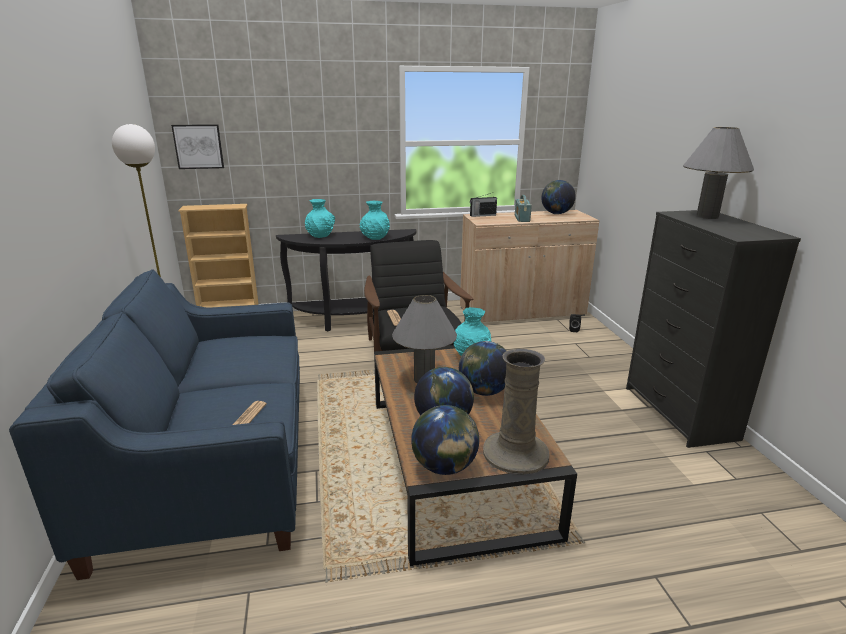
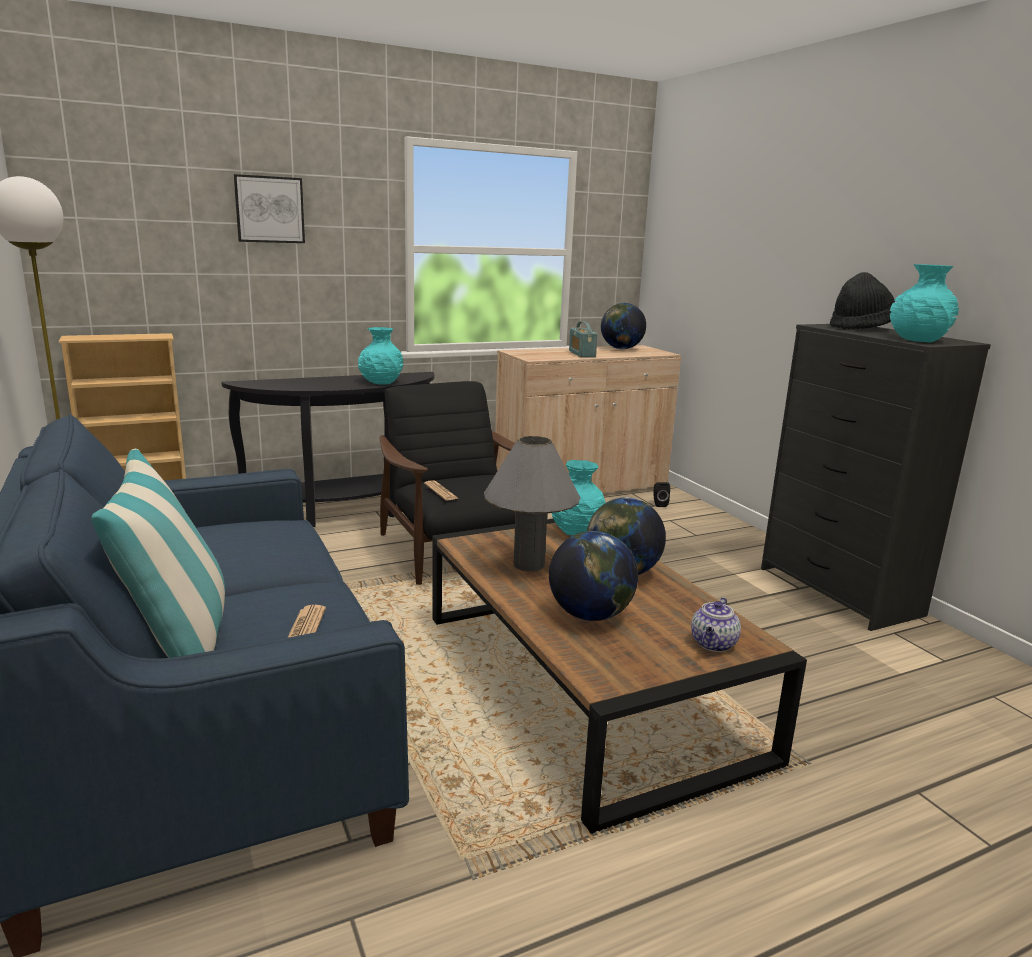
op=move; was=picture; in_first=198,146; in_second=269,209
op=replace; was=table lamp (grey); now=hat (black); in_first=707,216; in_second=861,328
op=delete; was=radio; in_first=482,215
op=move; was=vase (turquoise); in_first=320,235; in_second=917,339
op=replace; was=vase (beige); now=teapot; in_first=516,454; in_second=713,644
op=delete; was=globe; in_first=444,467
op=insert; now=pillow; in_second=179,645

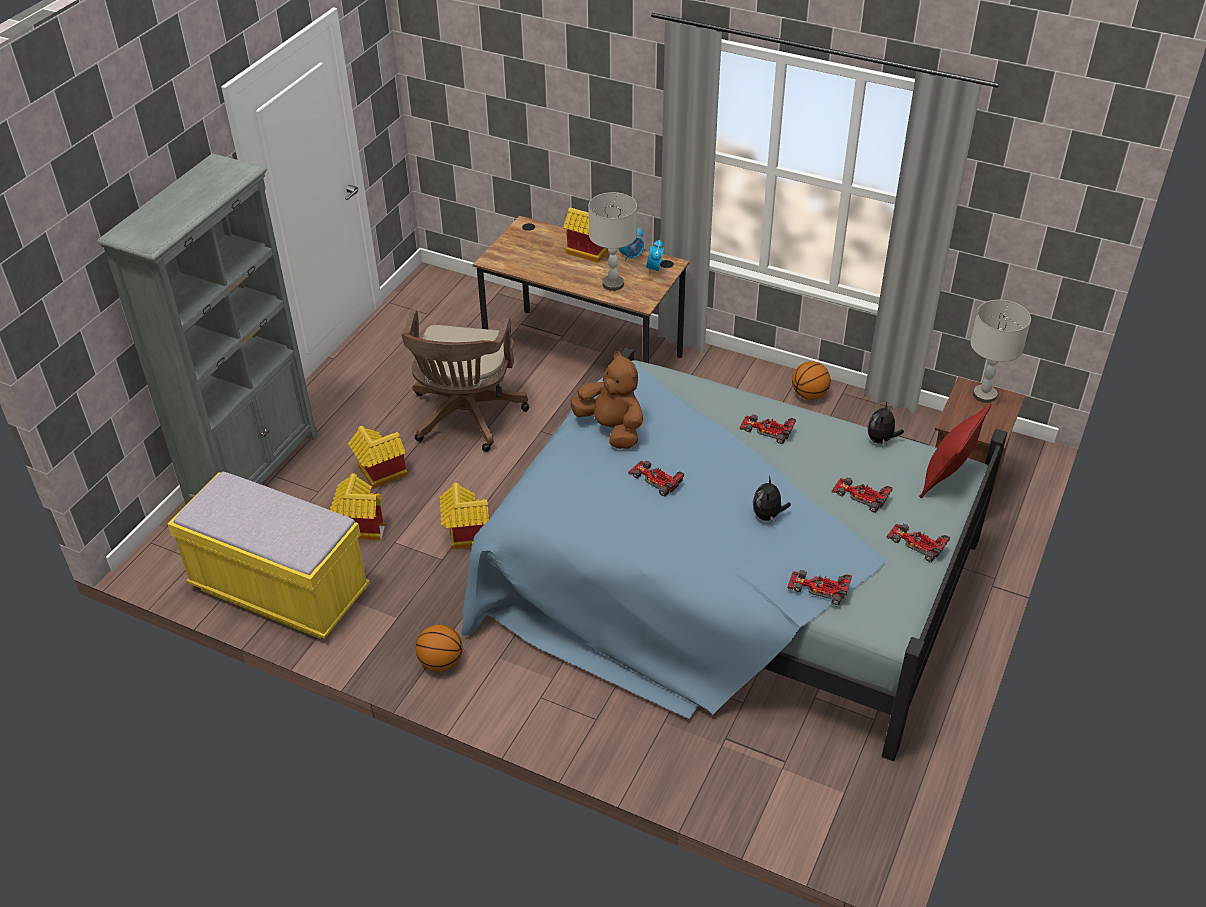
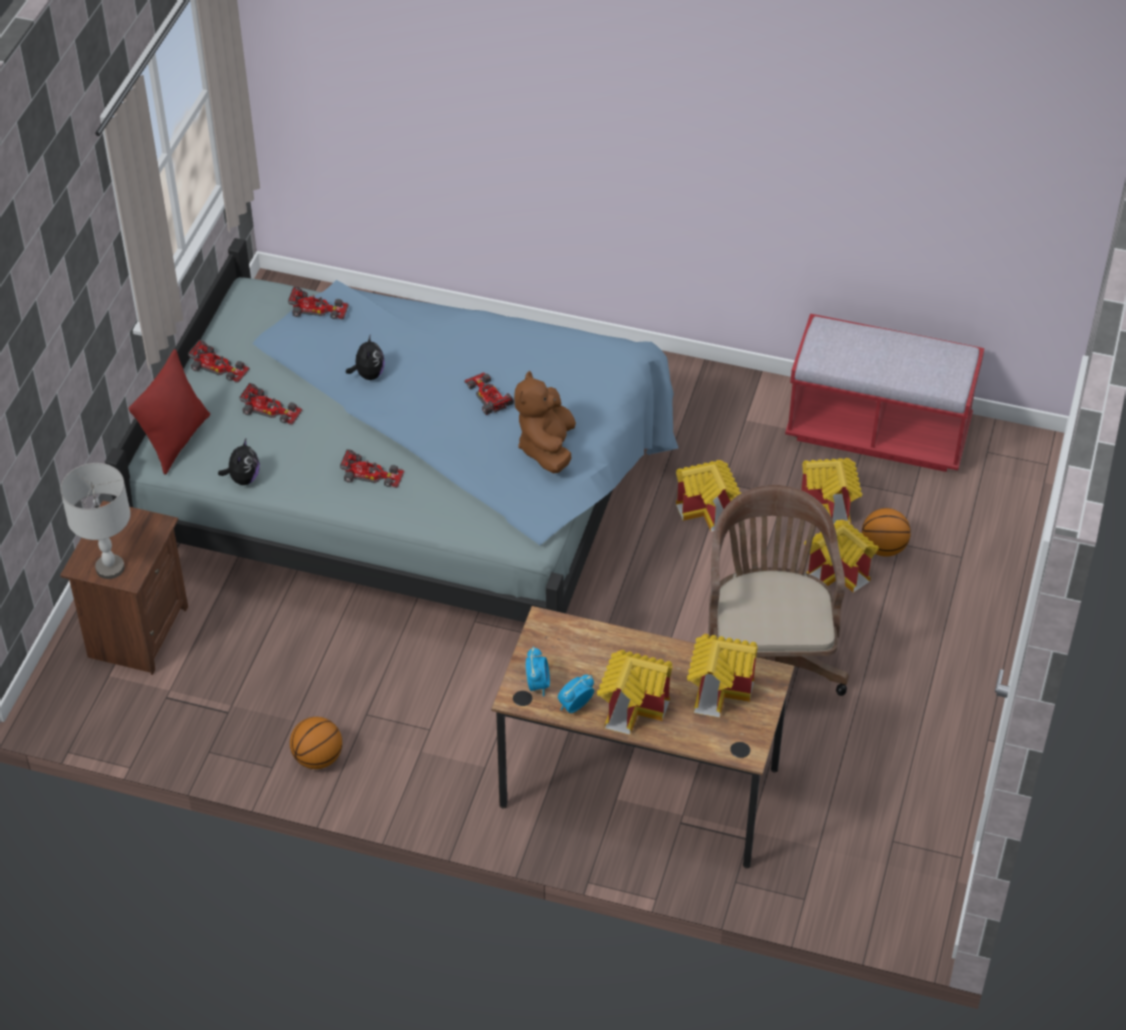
op=delete; was=bookcase (grey); in_first=254,470
op=delete; was=table lamp (grey); in_first=612,284
op=rotate; was=plush toy (brown); in_first=611,429; in_second=547,448; clockwise=60
op=rotate; was=toy car; in_first=656,479; in_second=488,395; clockwise=-150
op=recolor; was=bench (yellow); now=bench (red); in_first=280,590; in_second=878,431
op=move; was=basketball; in_first=441,662; in_second=883,548
op=insert; now=toy house; in_second=720,690

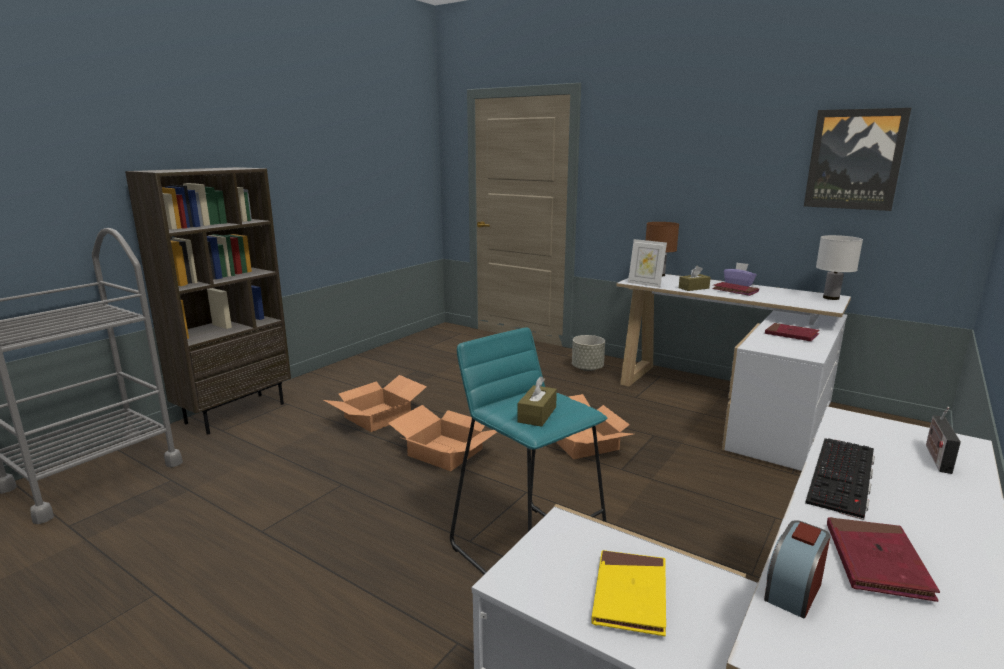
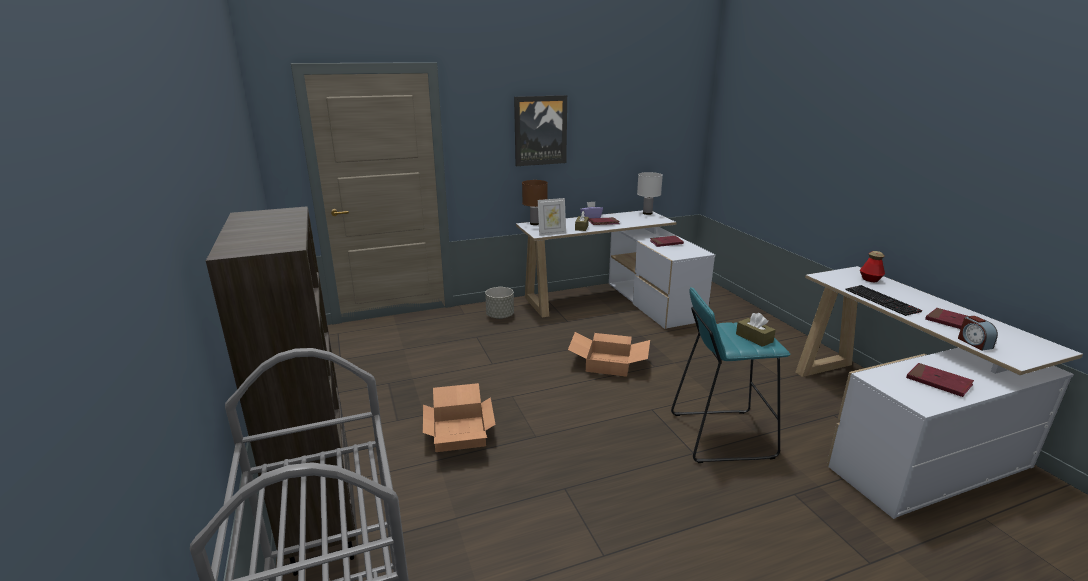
op=move; was=picture; in_first=854,159; in_second=540,130
op=delete; was=cardboard box; in_first=446,452
op=replace; was=radio; now=bottle; in_first=936,457; in_second=870,279
op=recolor; was=book (yellow); now=book (red); in_first=630,595; in_second=938,382

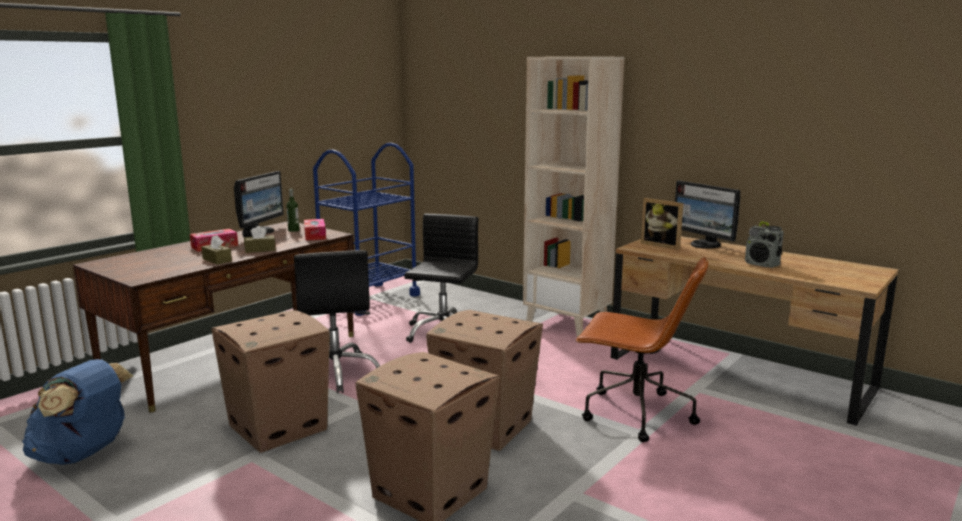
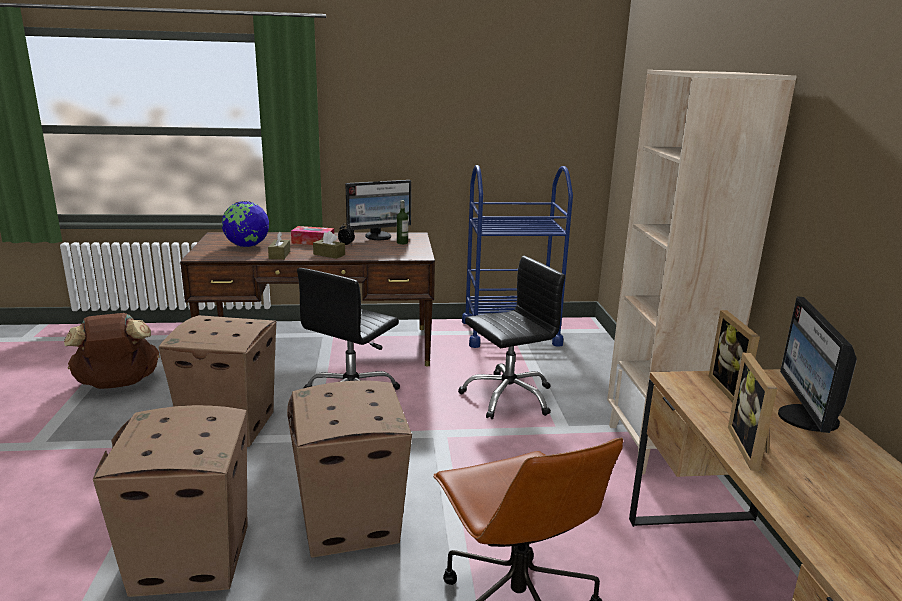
op=delete; was=tissue box; in_first=315,235
op=delete; was=radio; in_first=762,264
op=recolor; was=backpack (blue); now=backpack (brown); in_first=83,454; in_second=118,384
op=insert; now=globe; in_second=247,246
op=insert; now=picture frame; in_second=752,449

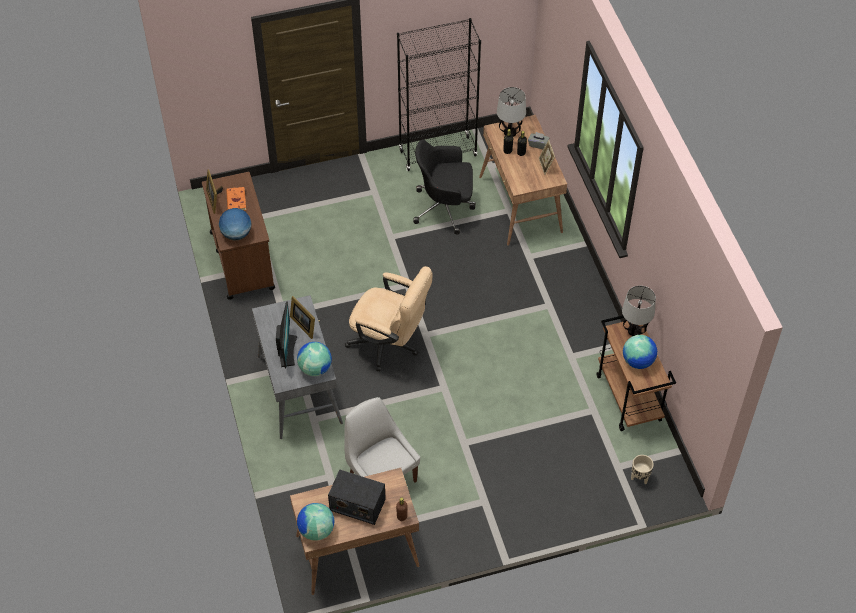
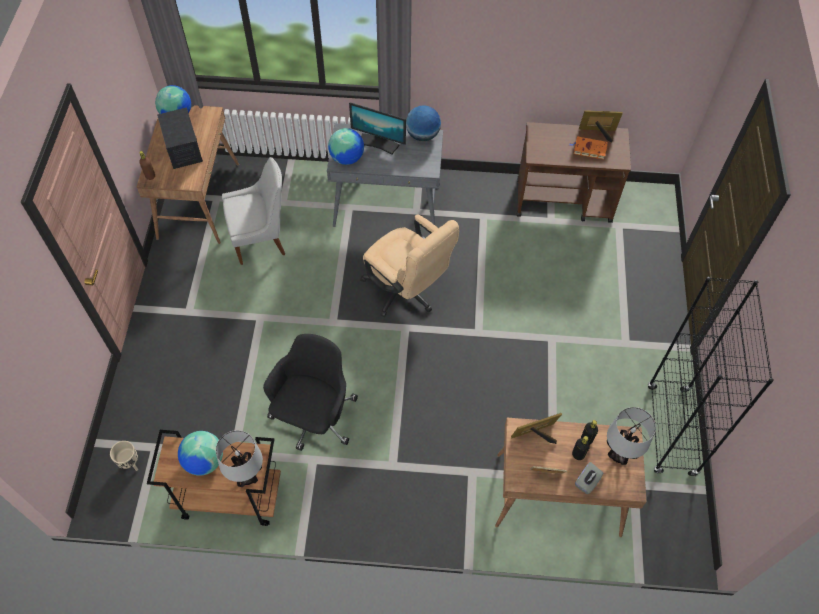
op=move; was=office chair (black); in_first=445,208; in_second=314,417
op=move; was=globe; in_first=236,234; in_second=422,135
op=rotate; was=office chair (beige); in_first=390,344; in_second=406,292; clockwise=-90
op=move; was=picture frame; in_first=304,324; in_second=536,435
op=rotate; was=radio; in_first=357,504; in_second=183,148; clockwise=120

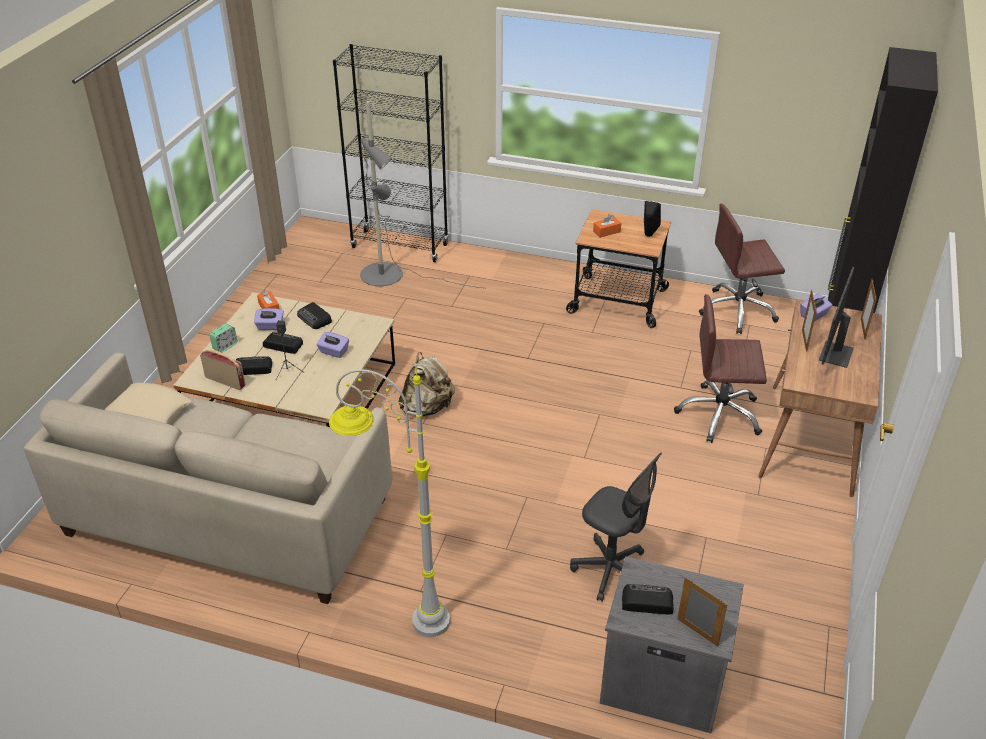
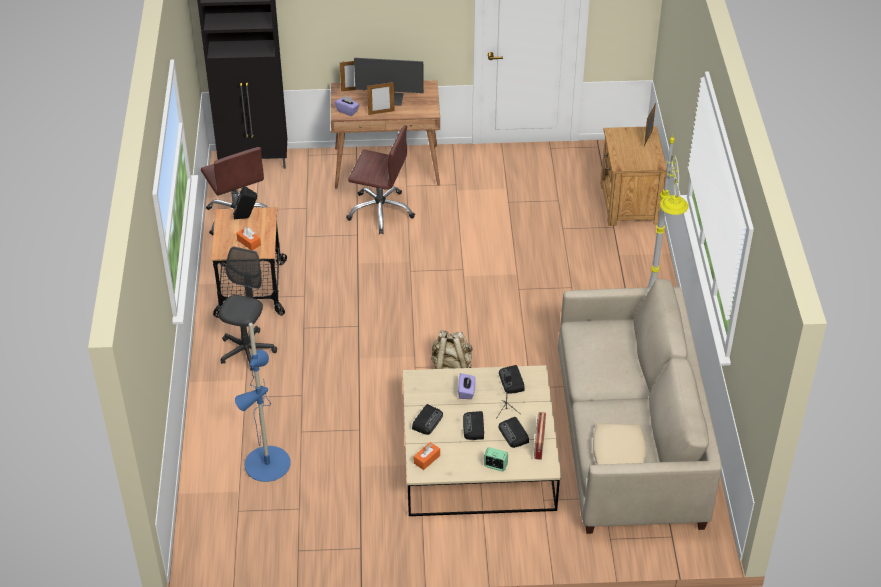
op=delete; was=bookcase (black); in_first=400,246
op=recolor; was=floor lamp (grey); now=floor lamp (blue); in_first=391,275; in_second=266,455
op=rotate; was=office chair (brown); in_first=719,415; in_second=380,211; clockwise=-60
op=delete; was=tissue box (purple); in_first=270,326
op=move; was=office chair (grey); in_first=611,571; in_second=247,351
op=recolor; was=nightstand (grey); now=nightstand (brown); in_first=661,680; in_second=629,204
op=move; was=radio; in_first=646,602; in_second=512,382

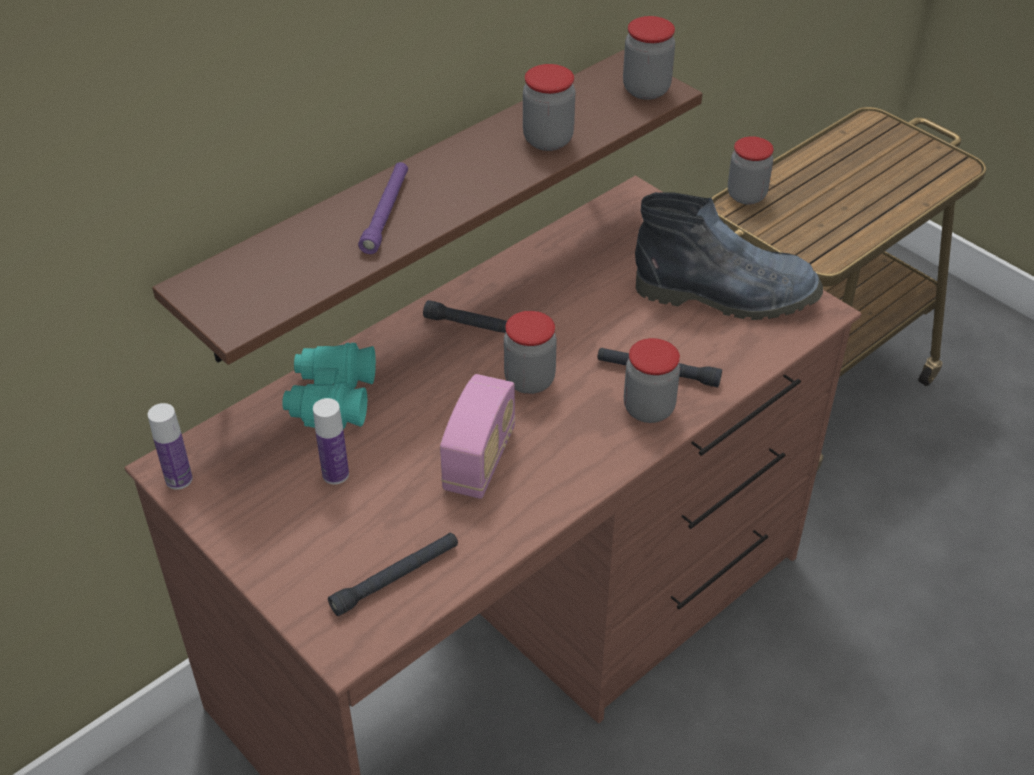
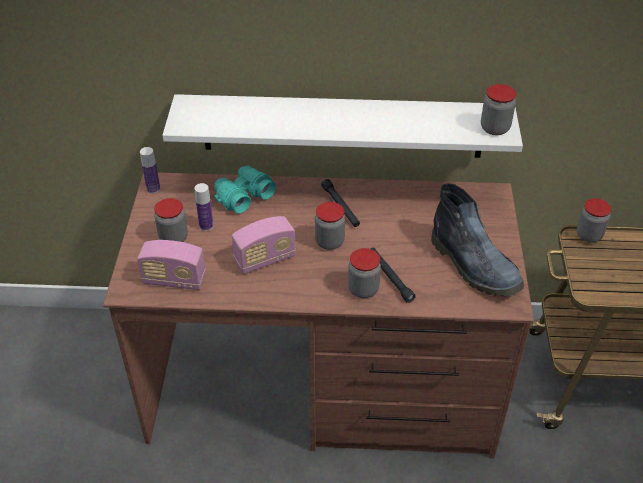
op=recolor; was=shelf (brown); now=shelf (white); in_first=415,203; in_second=342,126
op=move; was=jar; in_first=548,140; in_second=173,238
op=delete; was=flashlight (purple); in_first=386,213
op=replace; was=flashlight (black); now=radio; in_first=396,578; in_second=174,280

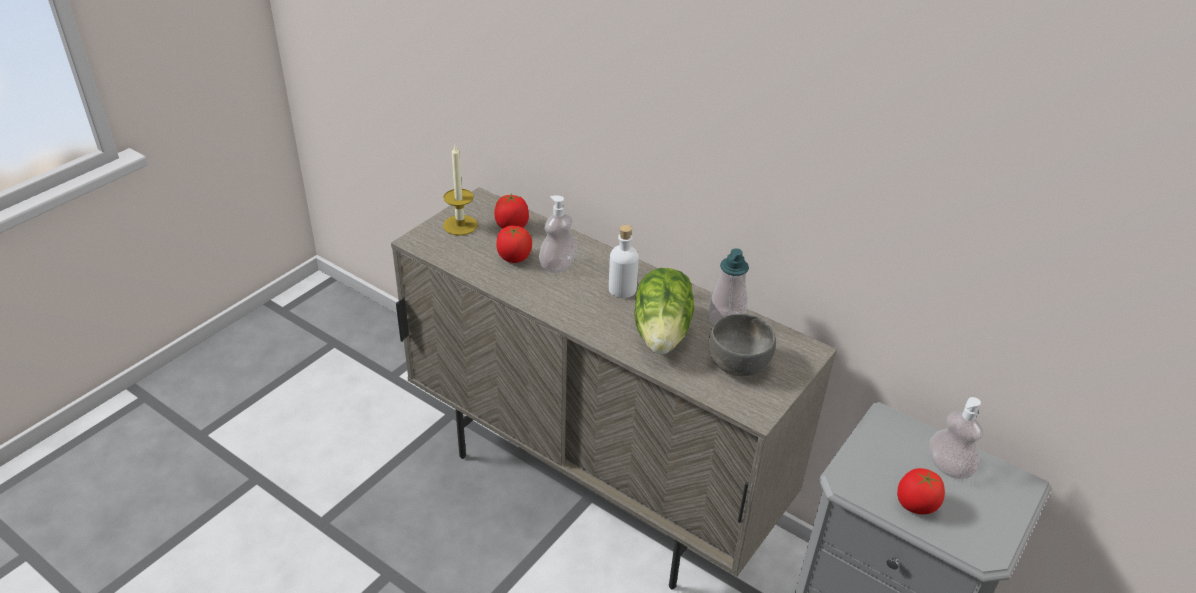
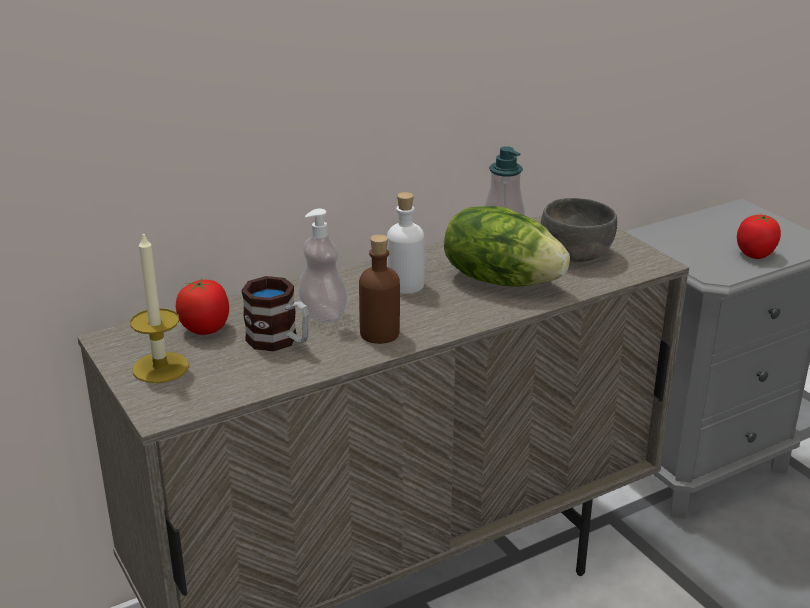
op=replace; was=tomato; now=mug; in_first=514,258; in_second=280,341
op=delete; was=soap dispenser; in_first=948,467
op=insert; now=bottle (brown); in_second=379,333

